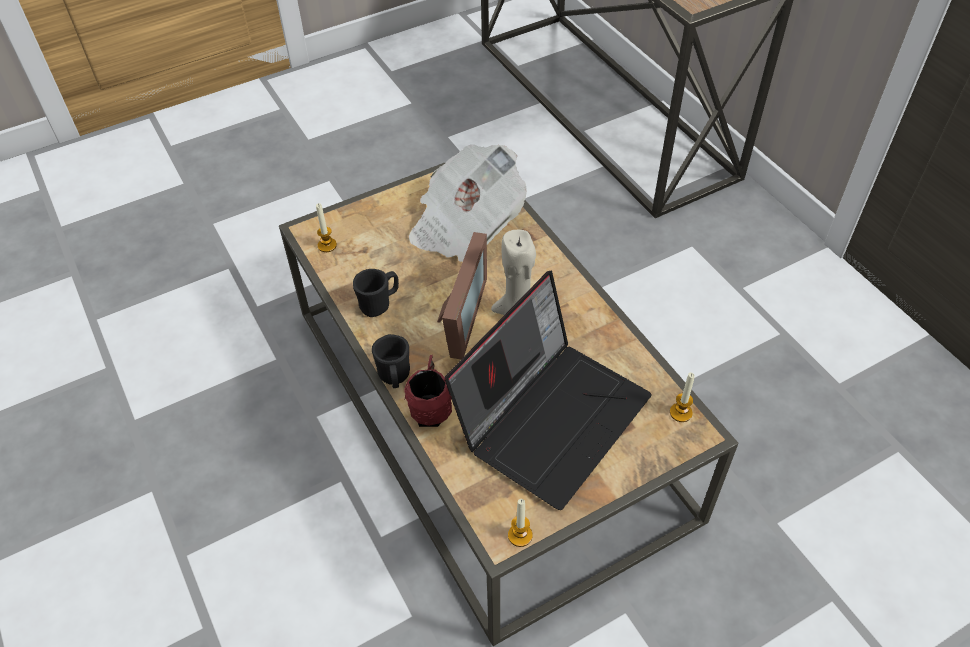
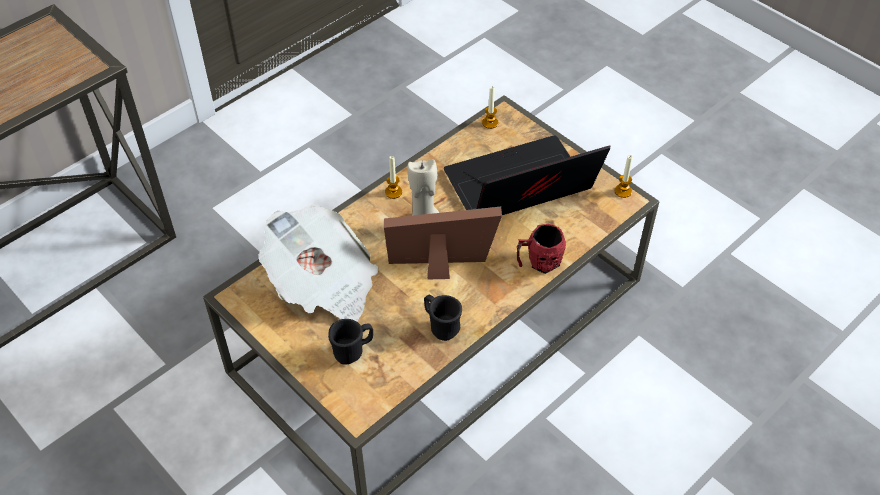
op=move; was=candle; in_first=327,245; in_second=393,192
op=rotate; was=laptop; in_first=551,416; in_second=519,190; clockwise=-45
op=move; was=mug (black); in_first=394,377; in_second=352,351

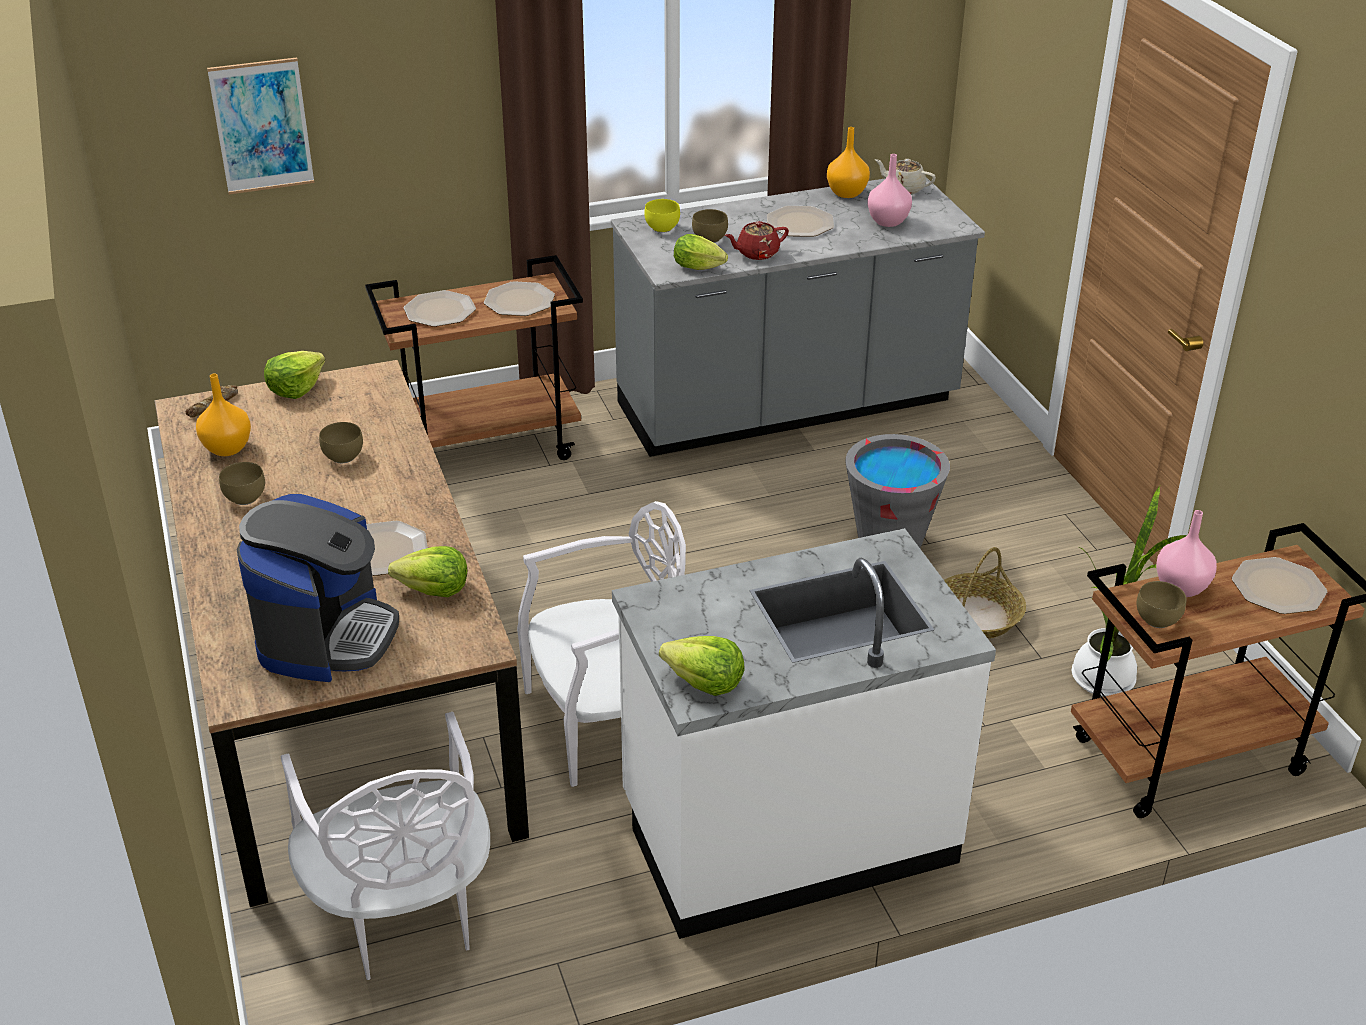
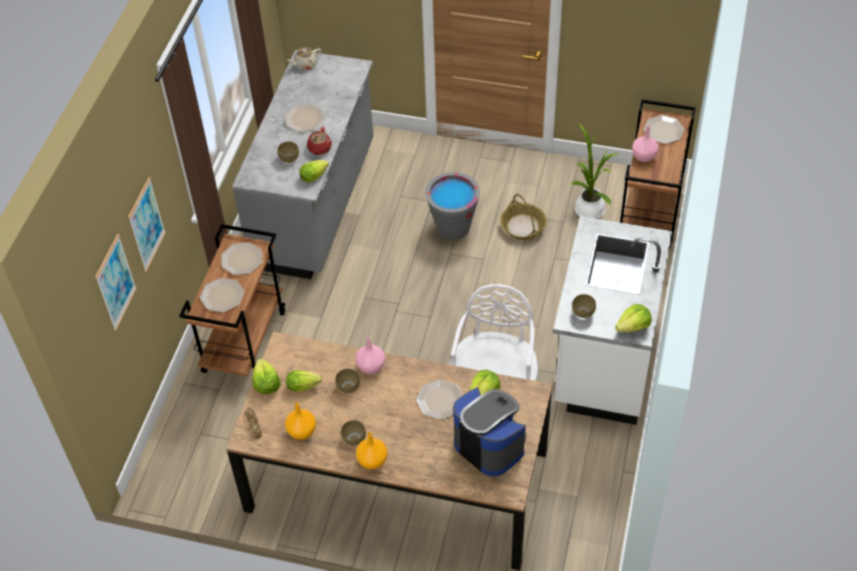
op=move; was=vase (orange); in_first=847,193; in_second=373,461
op=move; was=vase (pink); in_first=888,222; in_second=371,367
op=delete; was=bowl (yellow); in_first=661,228
op=move; was=bowl (brown); in_first=1157,619; in_second=582,312
op=delete; was=chair (white); in_first=402,916
op=insert; now=picture; in_second=146,224
op=insert; now=lettuce; in_second=305,386

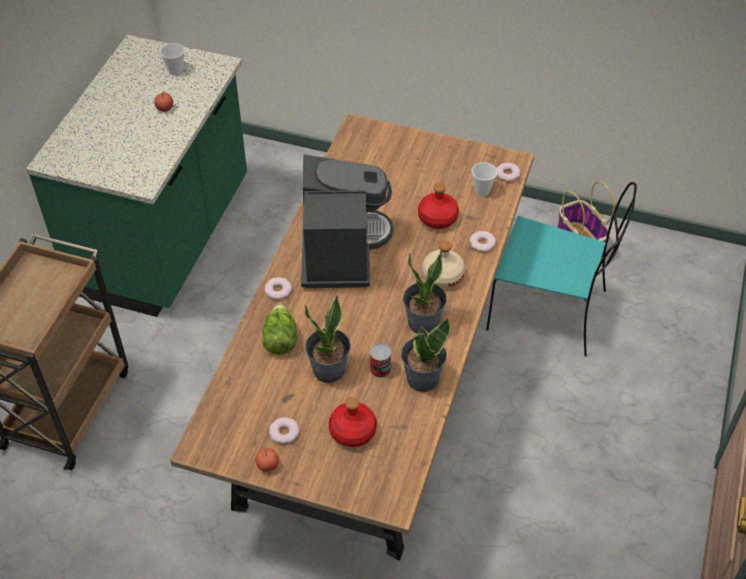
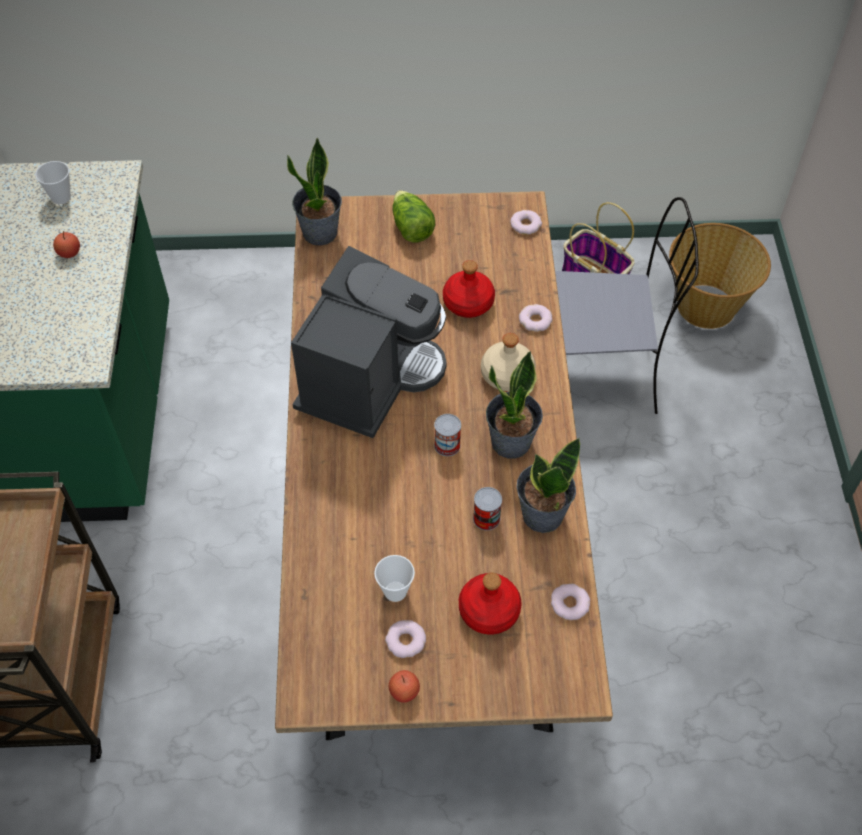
op=rotate; was=coffee machine; in_first=340,251; in_second=369,379; clockwise=45
op=move; was=cup; in_first=482,190; in_second=395,591
op=recolor; was=chair (turquoise); now=chair (grey); in_first=550,311; in_second=595,371
op=move; was=donut; in_first=278,290; in_second=569,604
op=move; was=potted plant; in_first=329,370; in_second=320,233
op=move; was=lettuce; in_first=280,339; in_second=411,227
op=insert; now=basket; in_second=706,305
op=insert; now=can; in_second=447,445

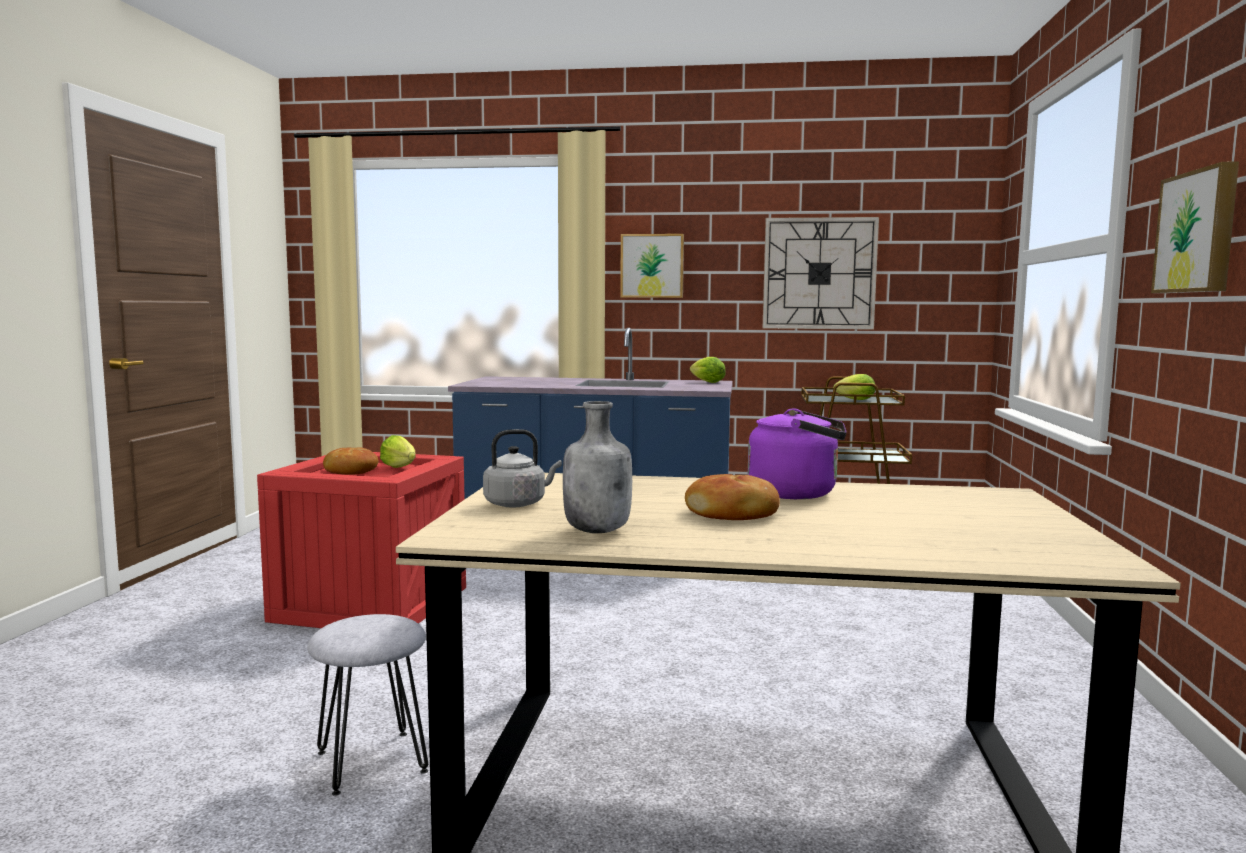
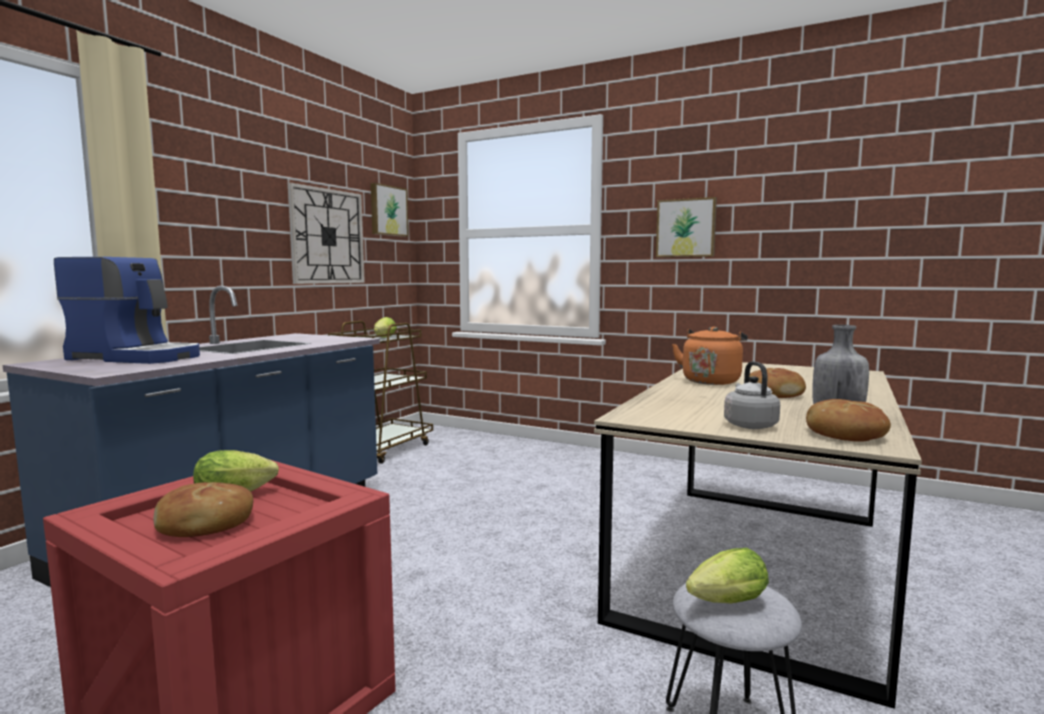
op=move; was=picture; in_first=652,266; in_second=387,211
op=move; was=lettuce; in_first=705,382; in_second=724,604
op=recolor; was=kettle (purple); now=kettle (orange); in_first=798,493; in_second=711,381
op=insert; now=coffee machine; in_second=137,357
op=insert; now=bread; in_second=845,434

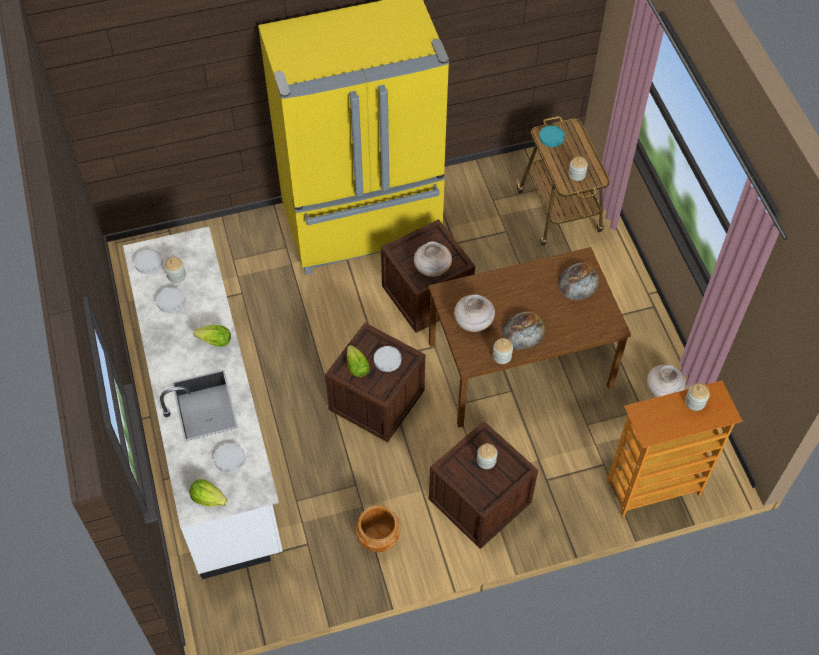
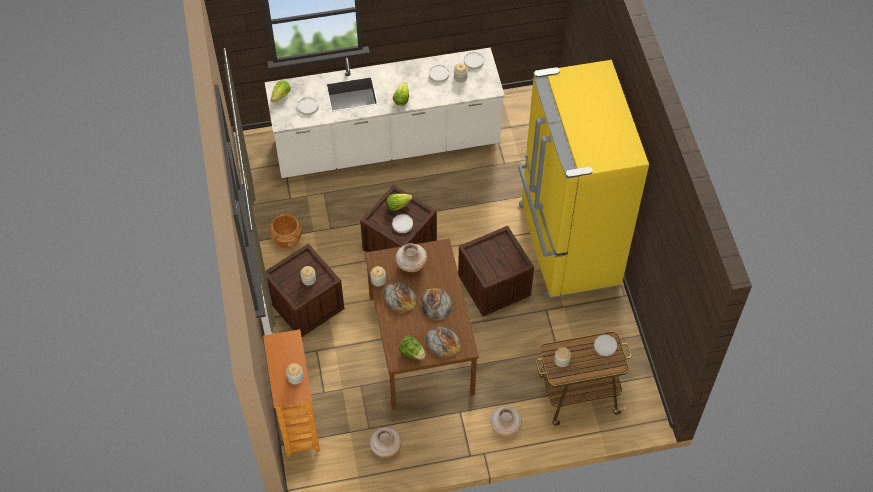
op=recolor; was=plate (turquoise); now=plate (white); in_first=551,137; in_second=605,346
op=move; was=vase (beige); in_first=432,268; in_second=505,427
op=insert; now=bread; in_second=436,304
op=insert; now=lettuce; in_second=412,353

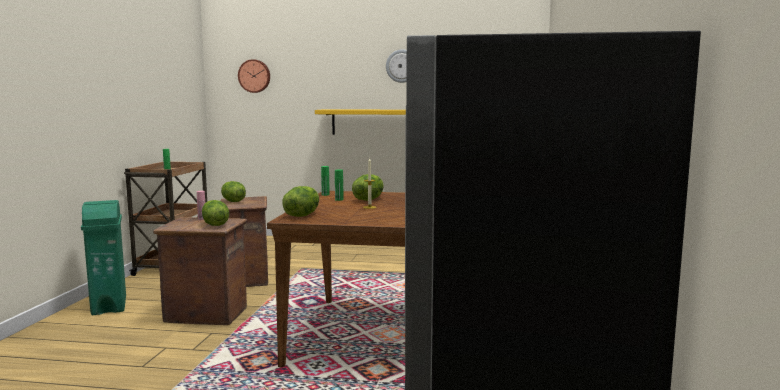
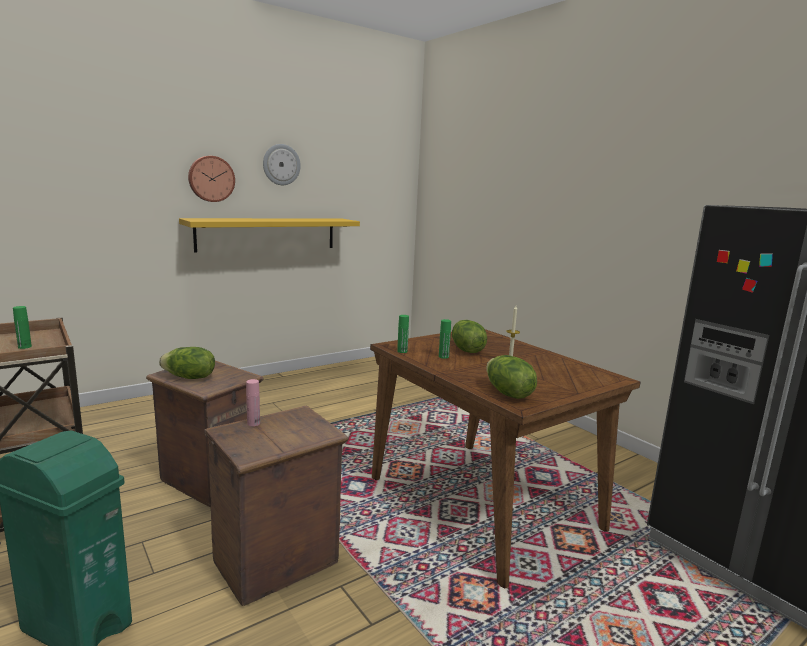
op=move; was=wall clock; in_first=254,76; in_second=211,179
op=delete; was=lettuce; in_first=214,225

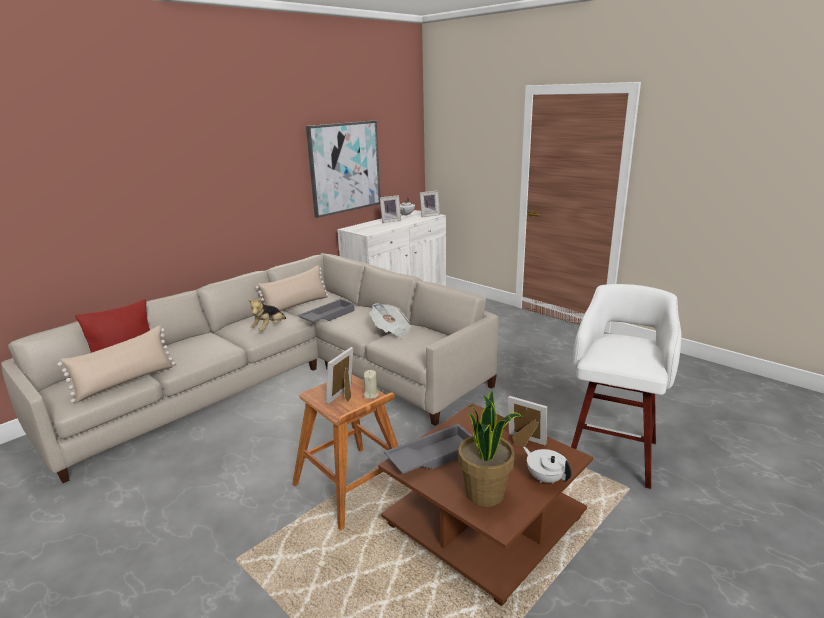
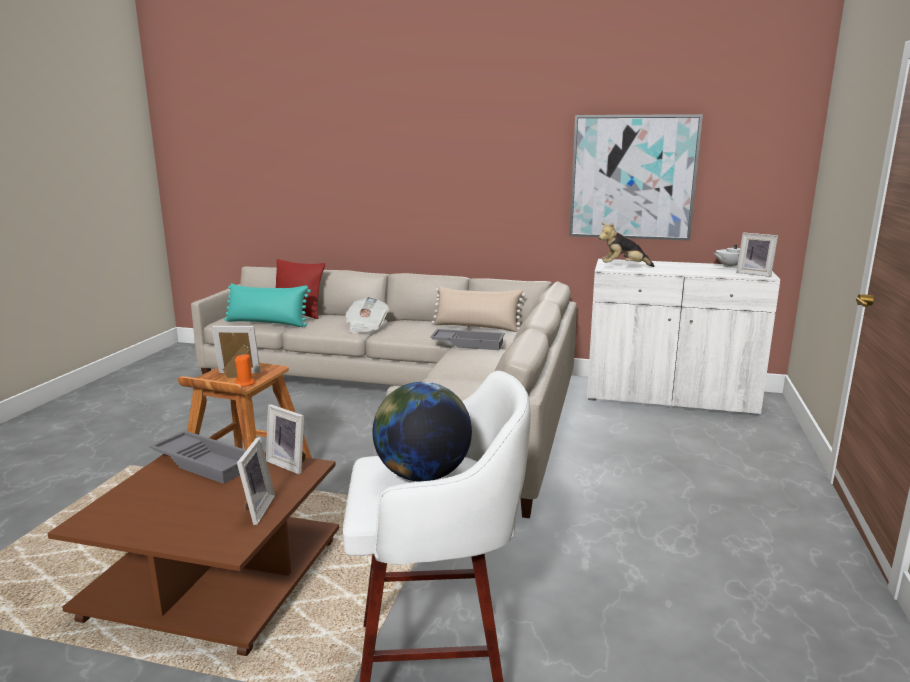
op=move; was=picture frame; in_first=390,221; in_second=290,464
op=move; was=plush toy; in_first=269,328; in_second=623,267
op=move; was=newspaper; in_first=391,330; in_second=366,327
op=recolor; was=pillow (beige); now=pillow (turquoise); in_first=126,382; in_second=267,323
op=recolor; was=candle (beige); now=candle (orange); in_first=370,395; in_second=245,383
op=delete; was=potted plant; in_first=486,494
op=delete; was=teapot (white); in_first=545,478
op=insert; now=globe; in_second=422,475

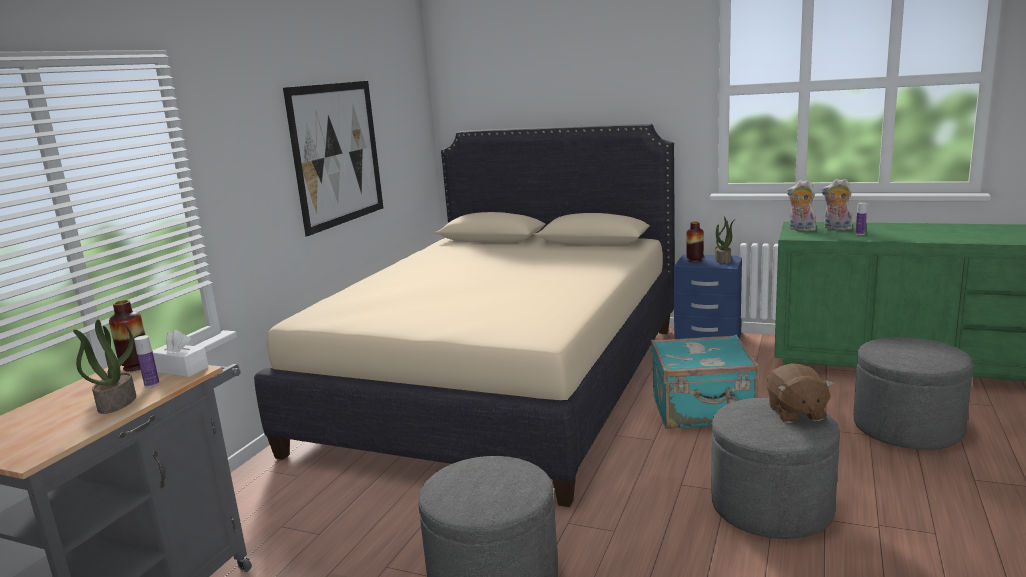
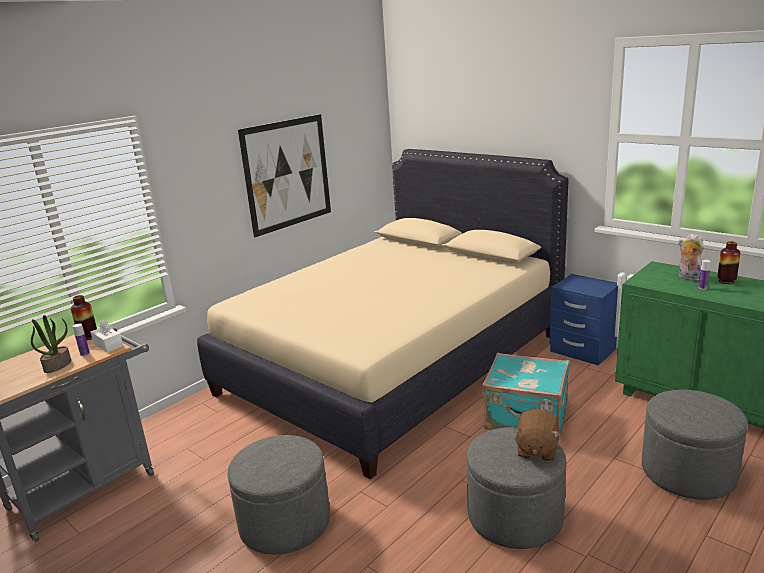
op=delete; was=plush toy; in_first=800,229
op=delete; was=potted plant; in_first=723,260
op=move; was=vase; in_first=695,260; in_second=726,281

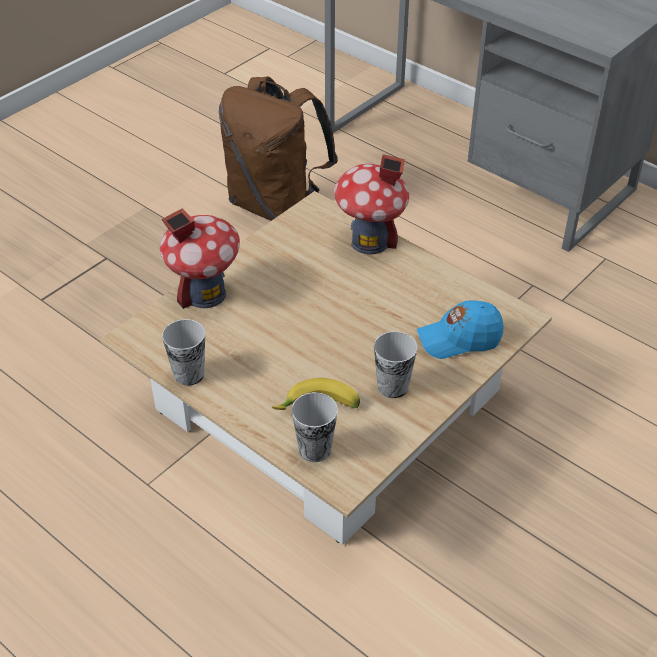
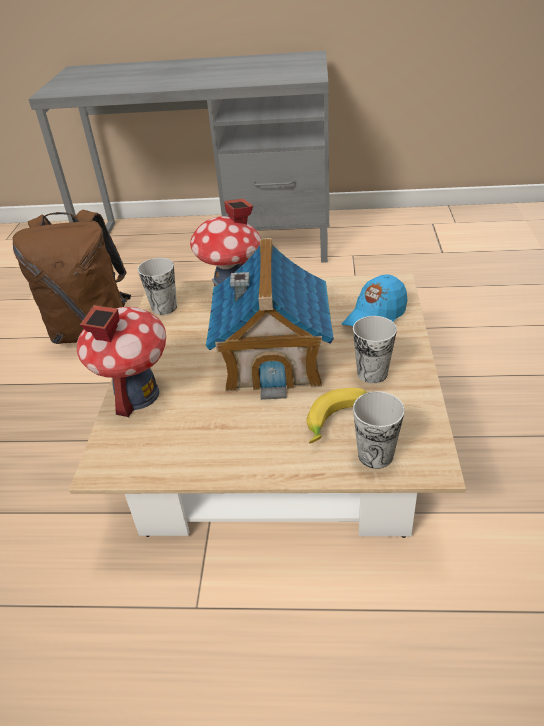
op=move; was=cup; in_first=189,374; in_second=164,307
op=insert; now=toy house; in_second=273,358

